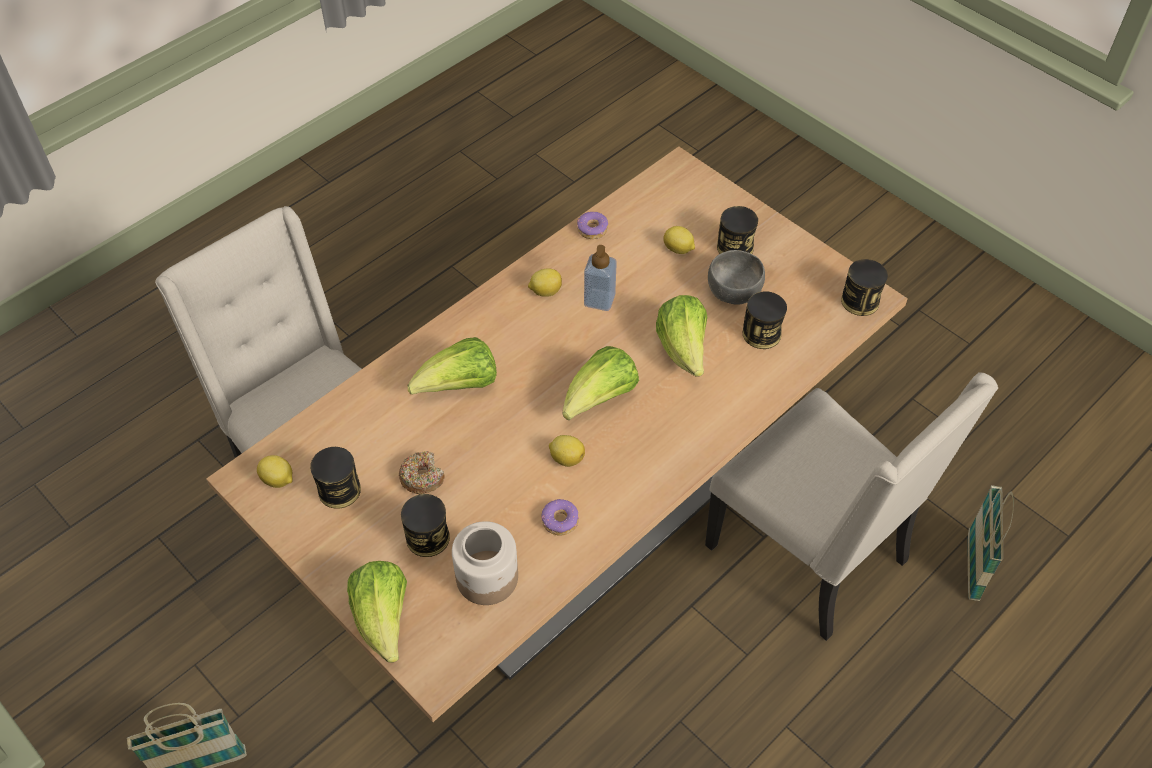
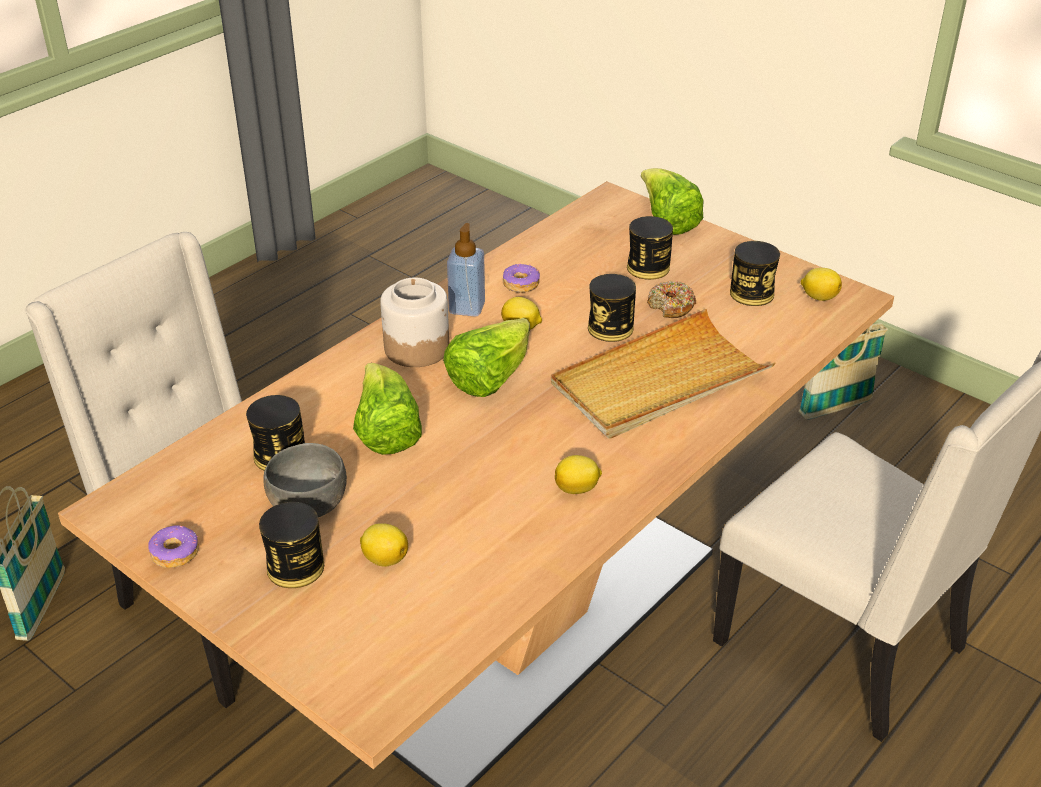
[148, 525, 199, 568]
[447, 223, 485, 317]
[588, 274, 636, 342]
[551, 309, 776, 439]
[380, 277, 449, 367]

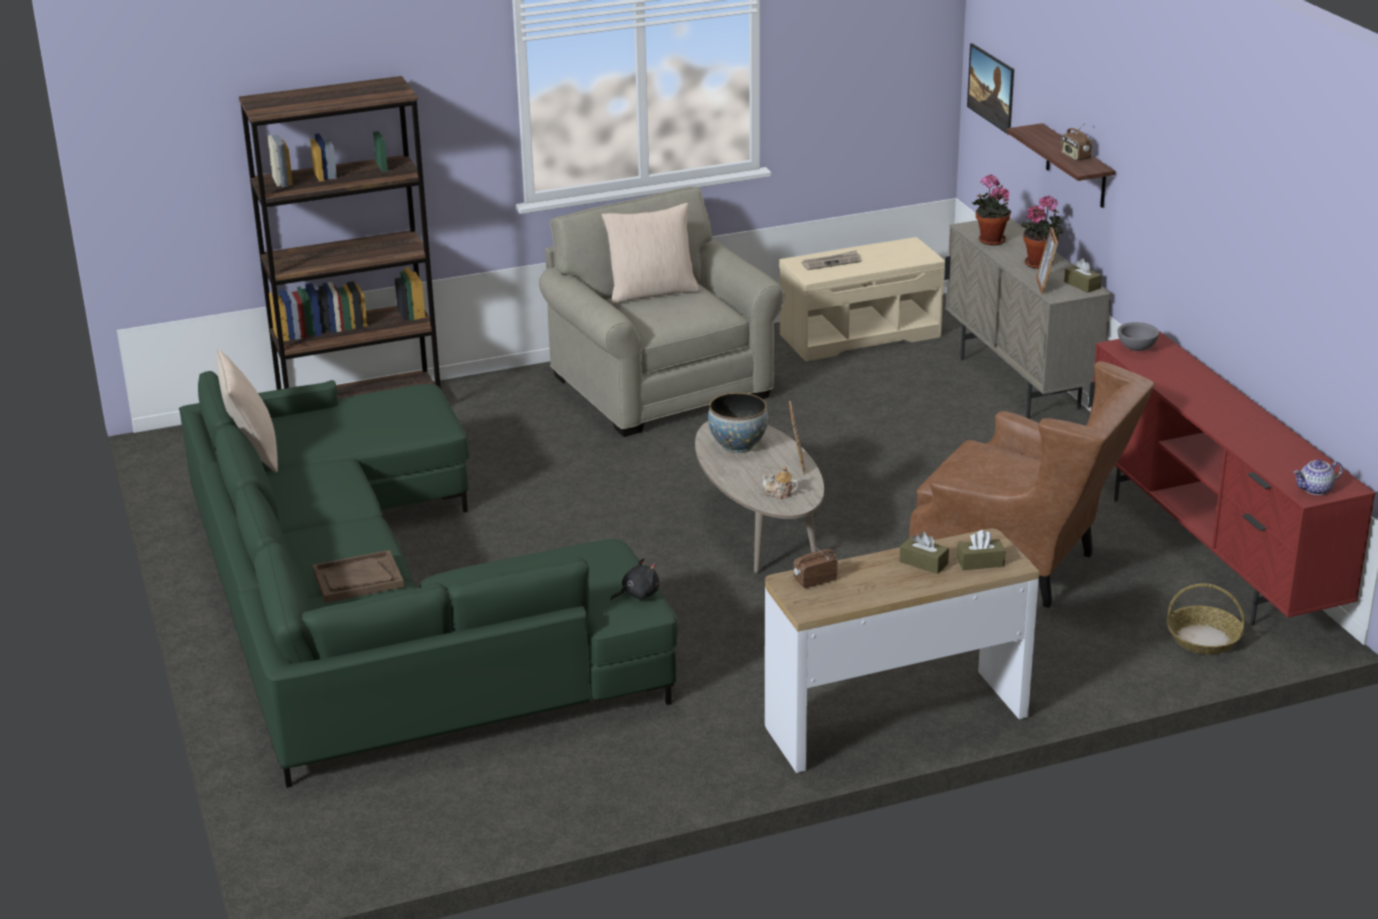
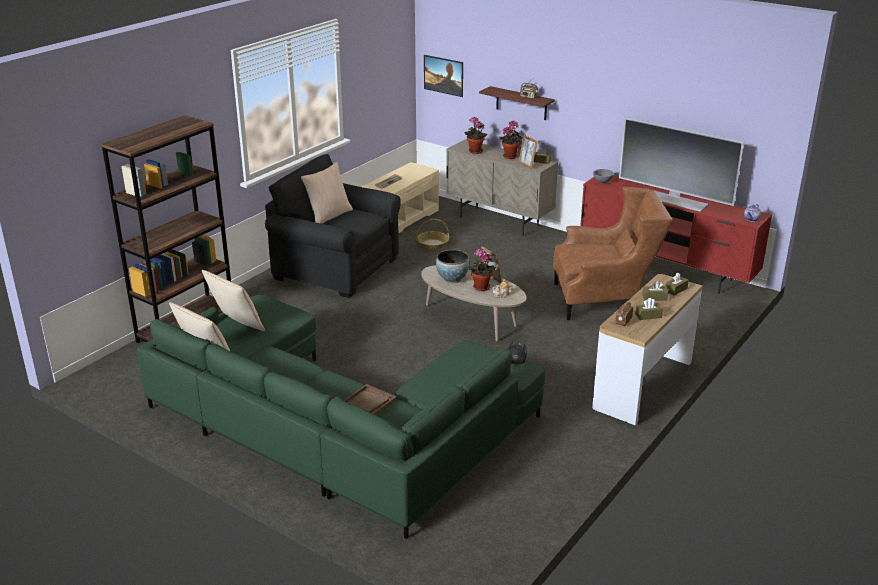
[265, 154, 401, 298]
[416, 219, 449, 250]
[619, 117, 744, 212]
[468, 249, 496, 291]
[202, 270, 265, 332]
[635, 298, 663, 320]

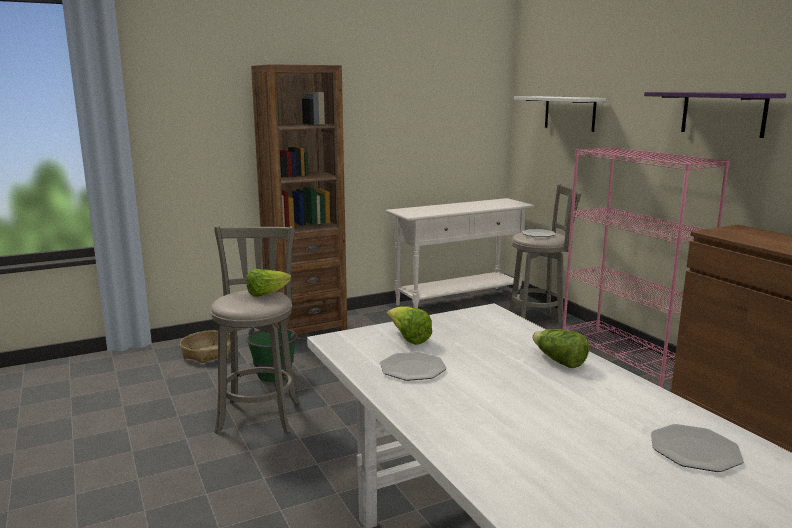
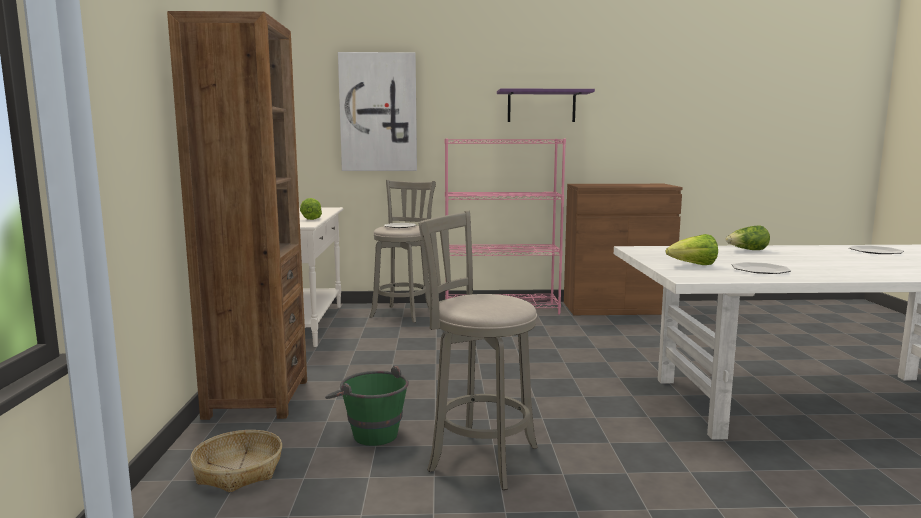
[338, 52, 417, 171]
[300, 198, 322, 220]

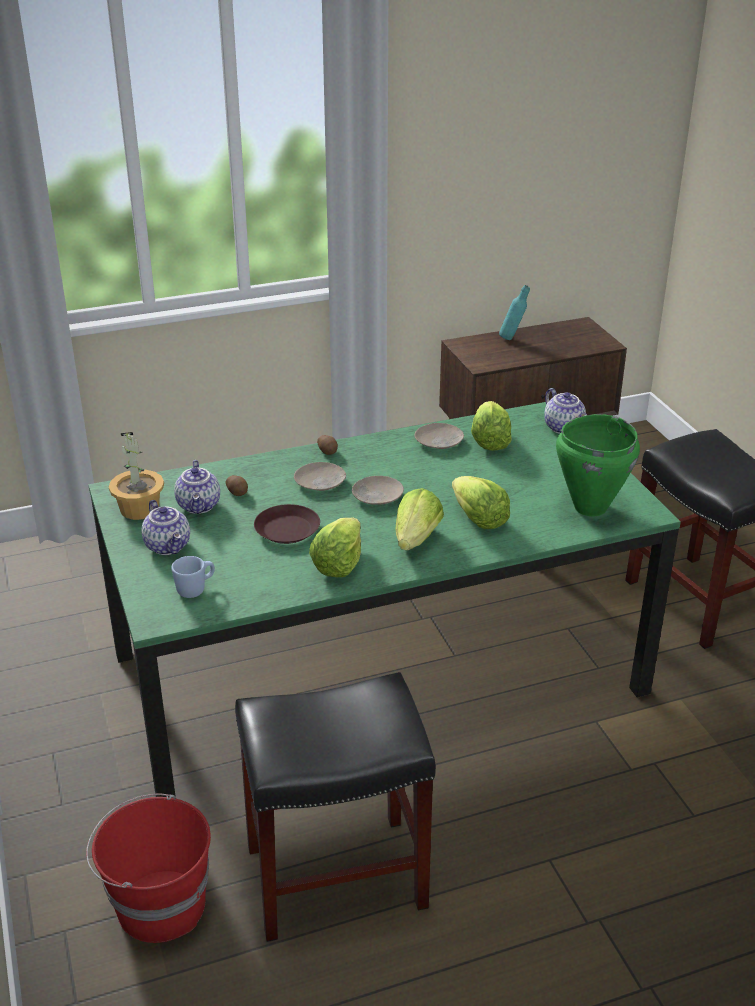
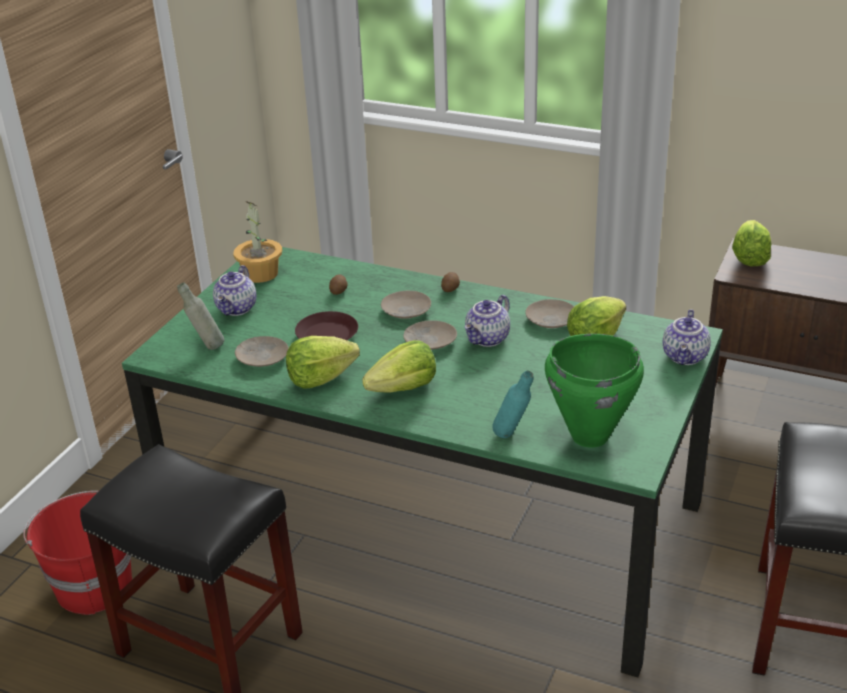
[492, 370, 534, 438]
[464, 295, 510, 347]
[732, 220, 771, 266]
[177, 282, 224, 350]
[235, 336, 289, 367]

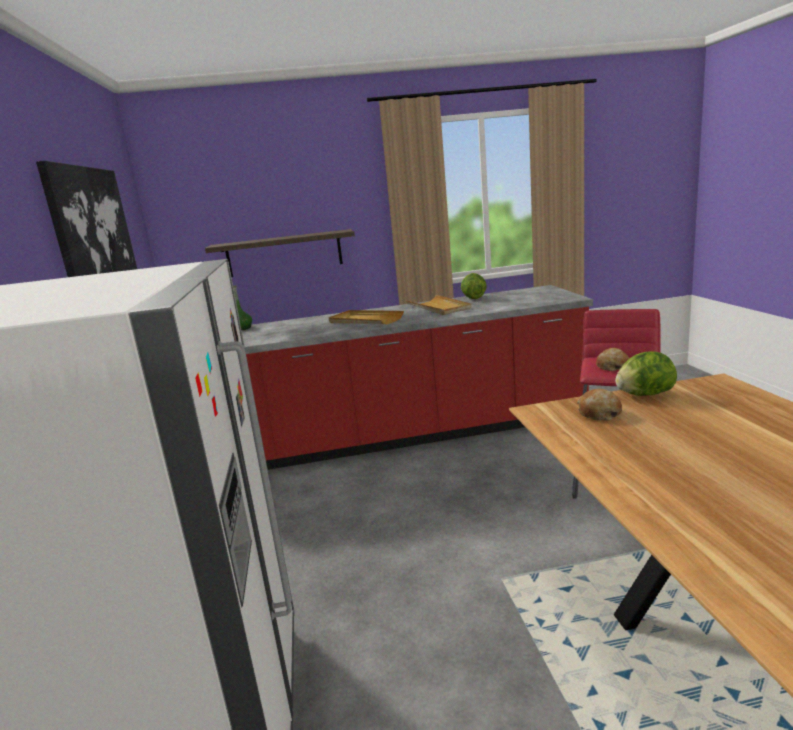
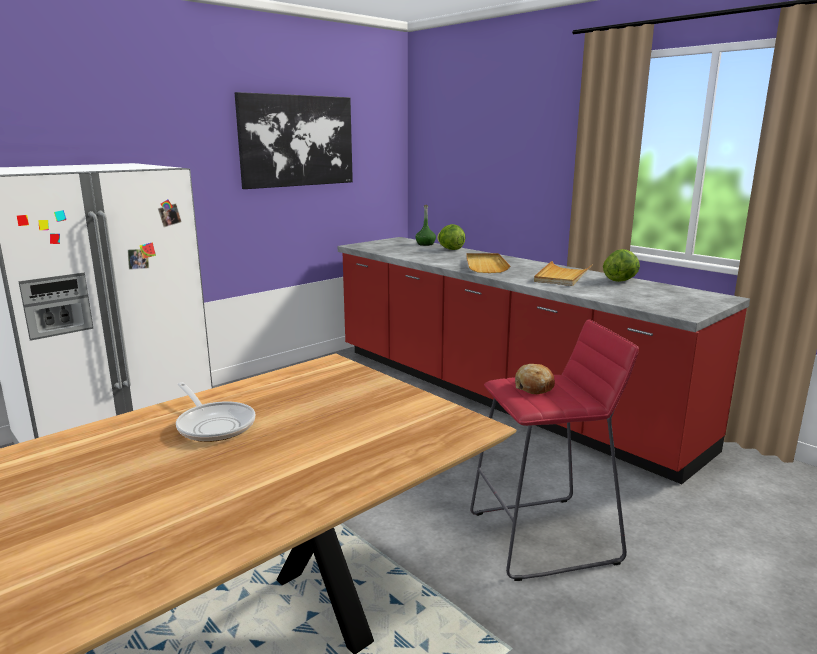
[205, 229, 355, 277] (first image)
[437, 224, 465, 250]
[577, 389, 622, 421] (first image)
[176, 382, 255, 442]

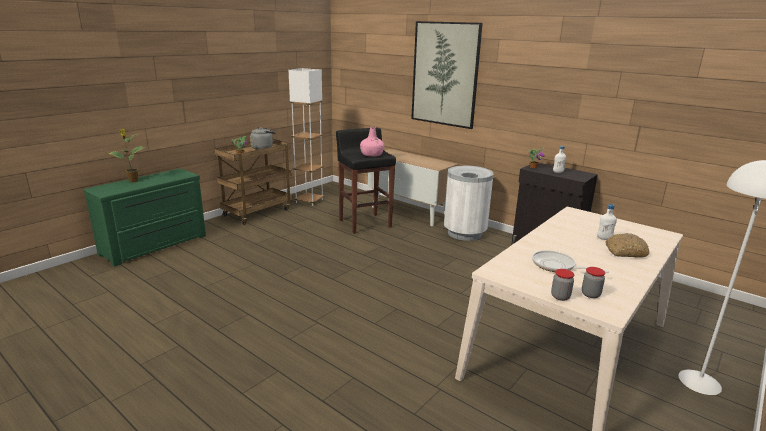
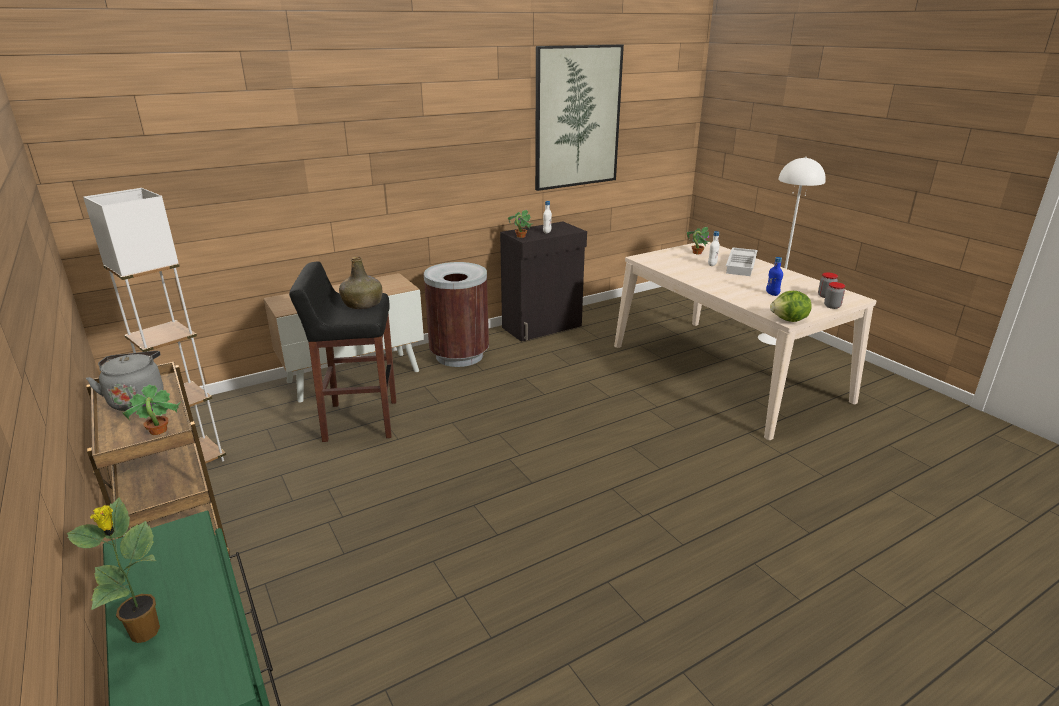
[535, 45, 624, 191]
[339, 256, 382, 309]
[424, 262, 489, 367]
[726, 247, 758, 276]
[766, 257, 783, 296]
[687, 227, 710, 254]
[770, 291, 812, 322]

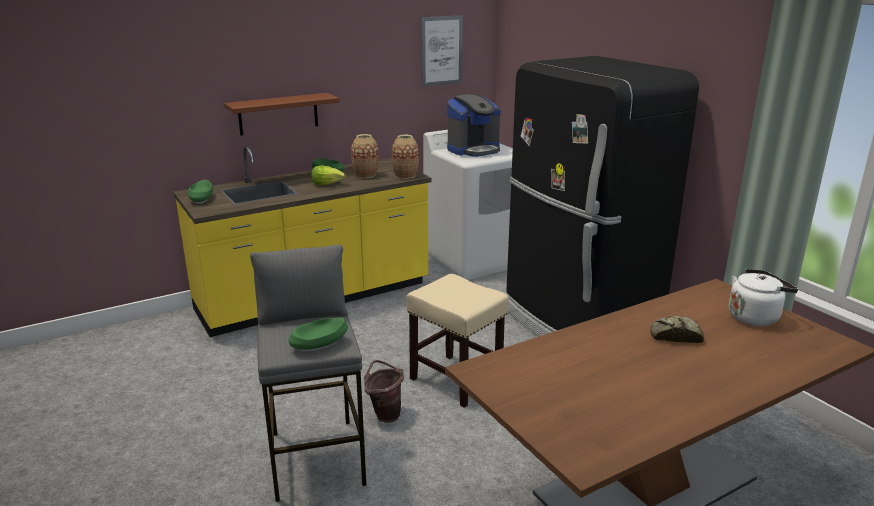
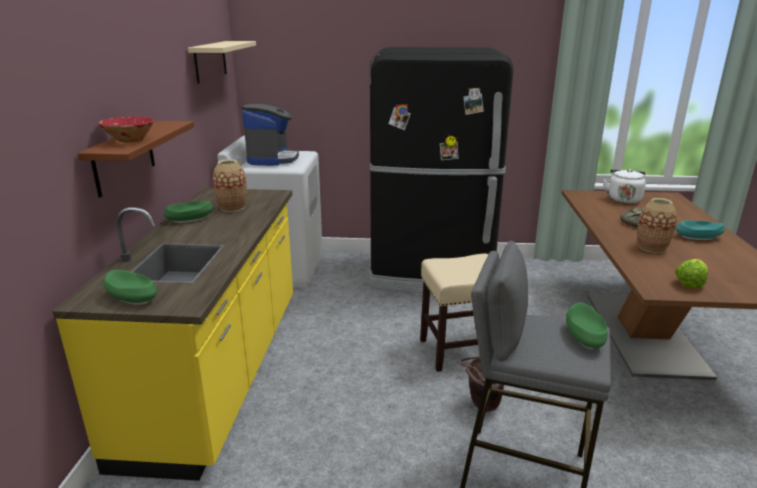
[188, 41, 256, 84]
[637, 198, 677, 253]
[675, 259, 708, 288]
[98, 116, 154, 143]
[676, 220, 725, 240]

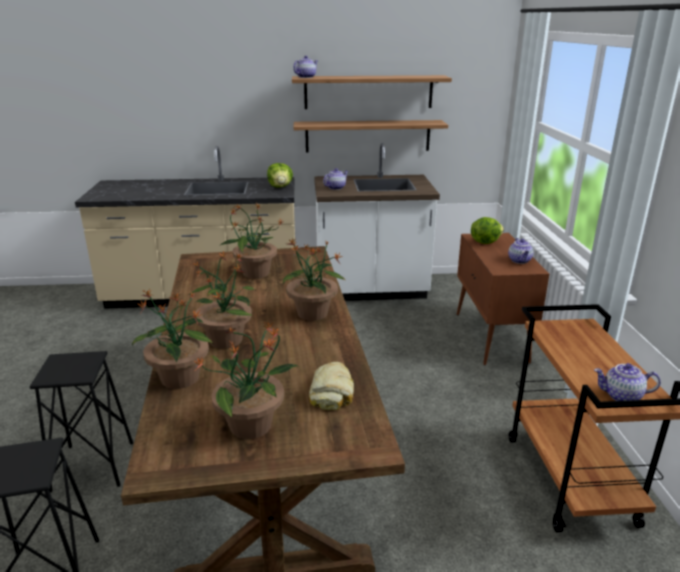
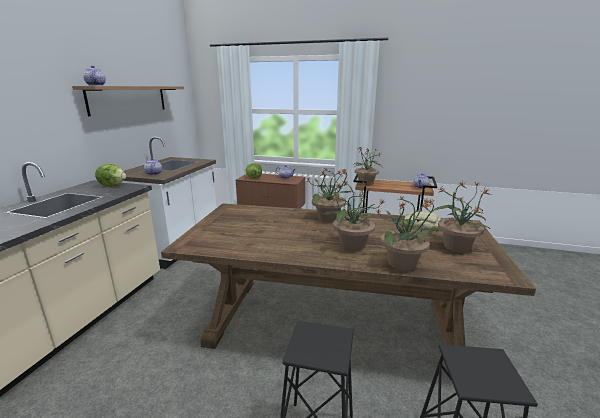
[294, 120, 448, 153] (first image)
[353, 148, 381, 186]

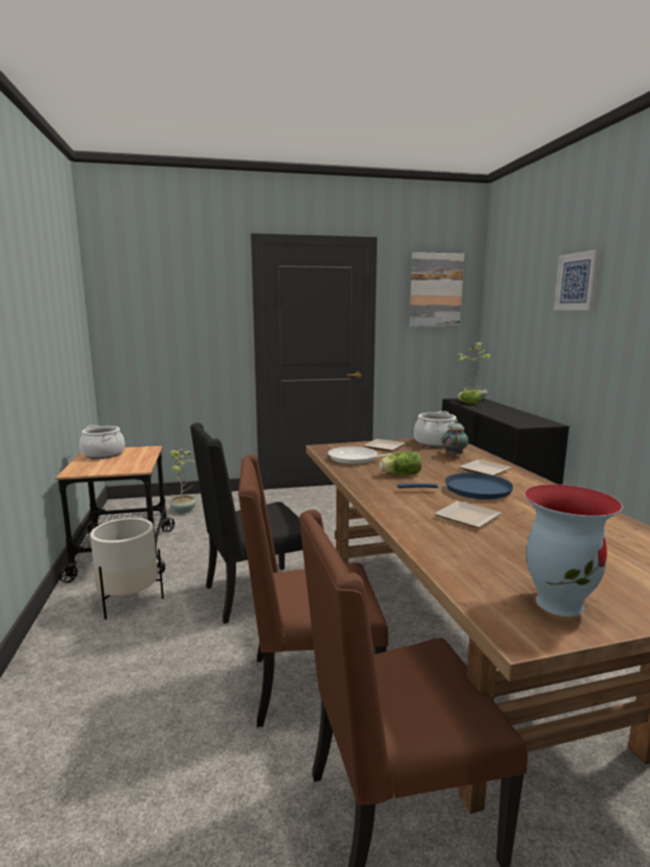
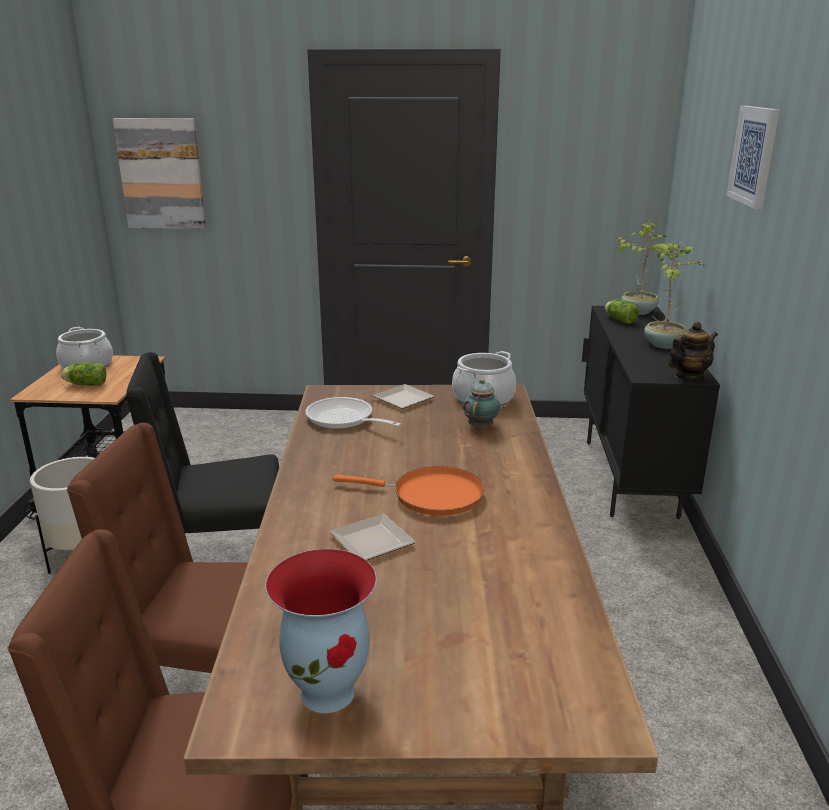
[113, 118, 206, 229]
[644, 242, 706, 349]
[61, 362, 106, 386]
[459, 459, 512, 476] (first image)
[333, 466, 485, 516]
[668, 322, 718, 380]

